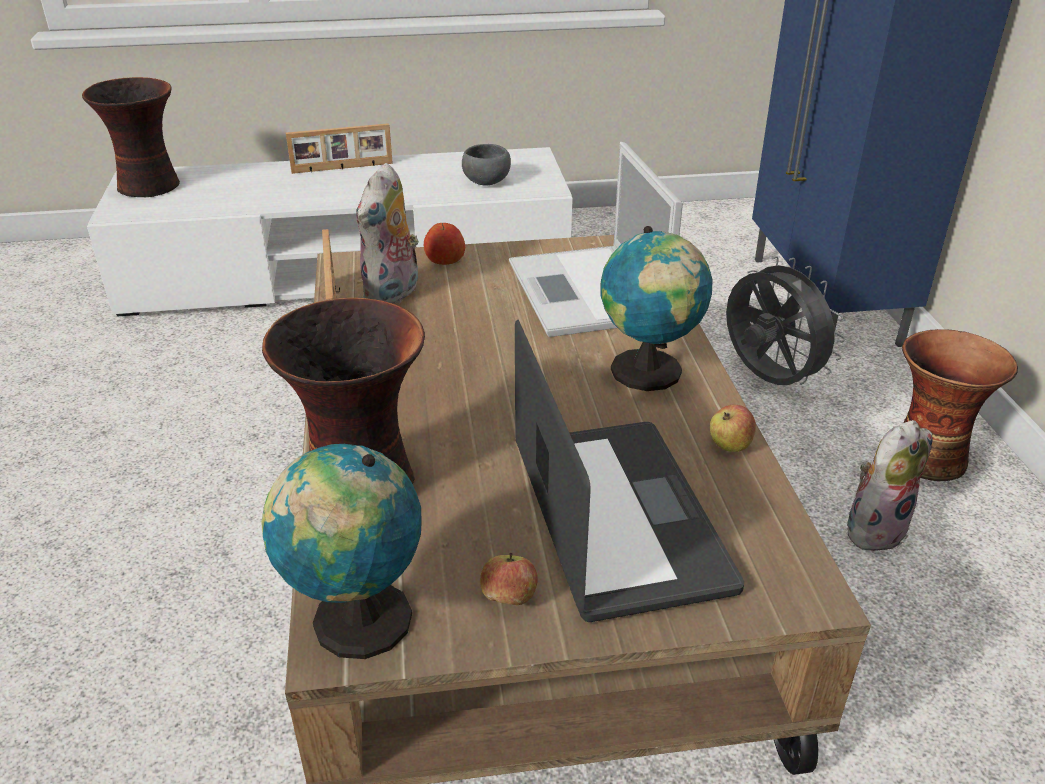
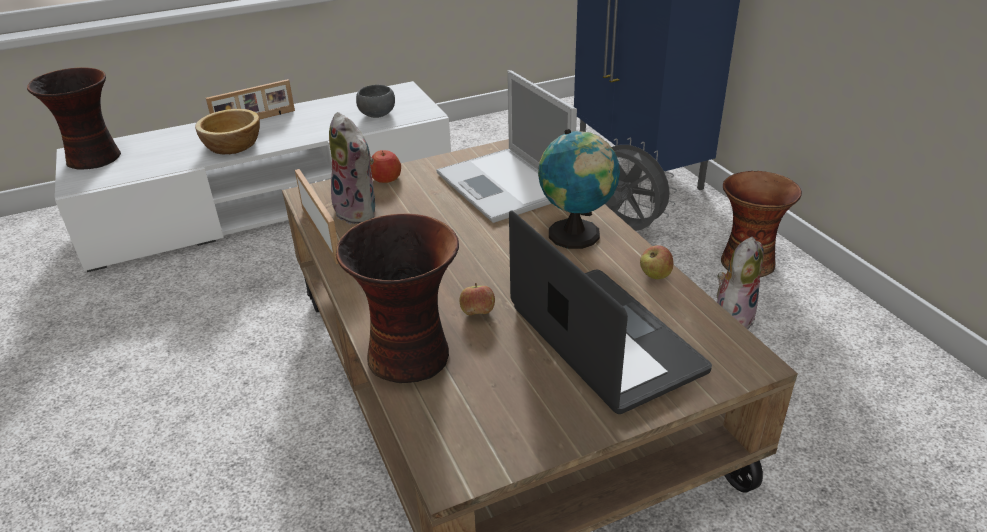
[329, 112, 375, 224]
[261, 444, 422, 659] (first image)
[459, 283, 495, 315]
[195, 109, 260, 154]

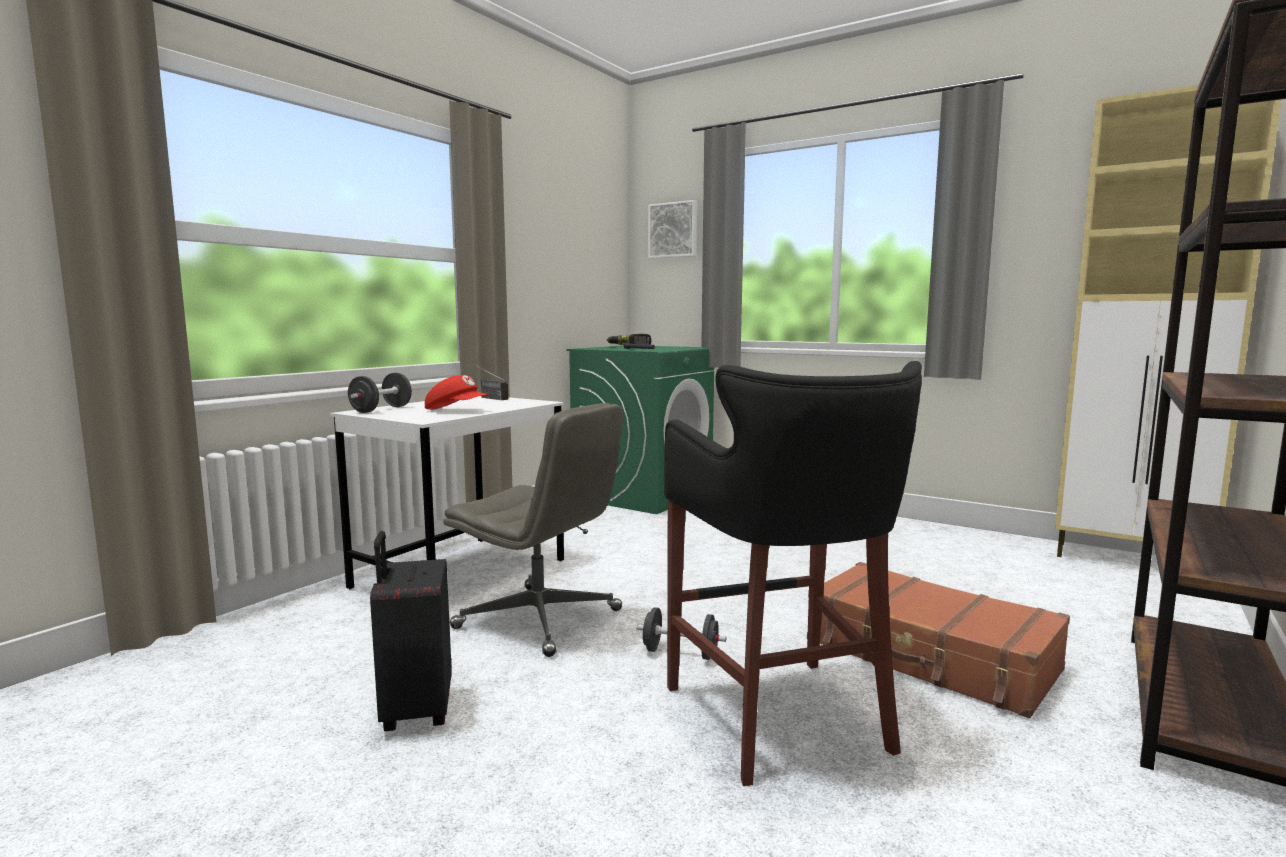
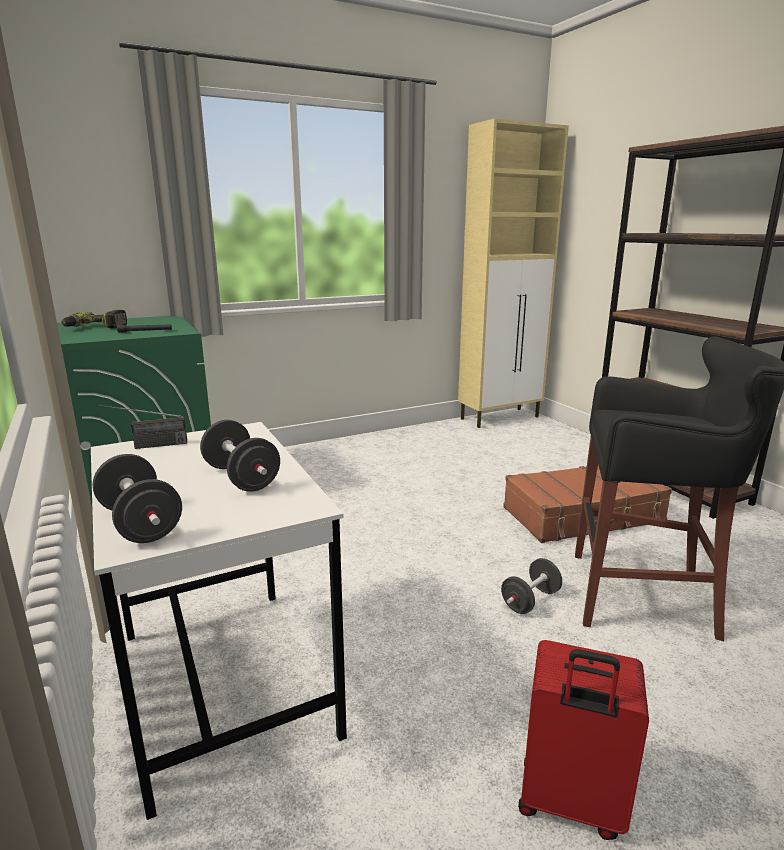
[648, 200, 697, 259] (first image)
[200, 420, 280, 492]
[443, 403, 623, 657] (first image)
[518, 640, 649, 840]

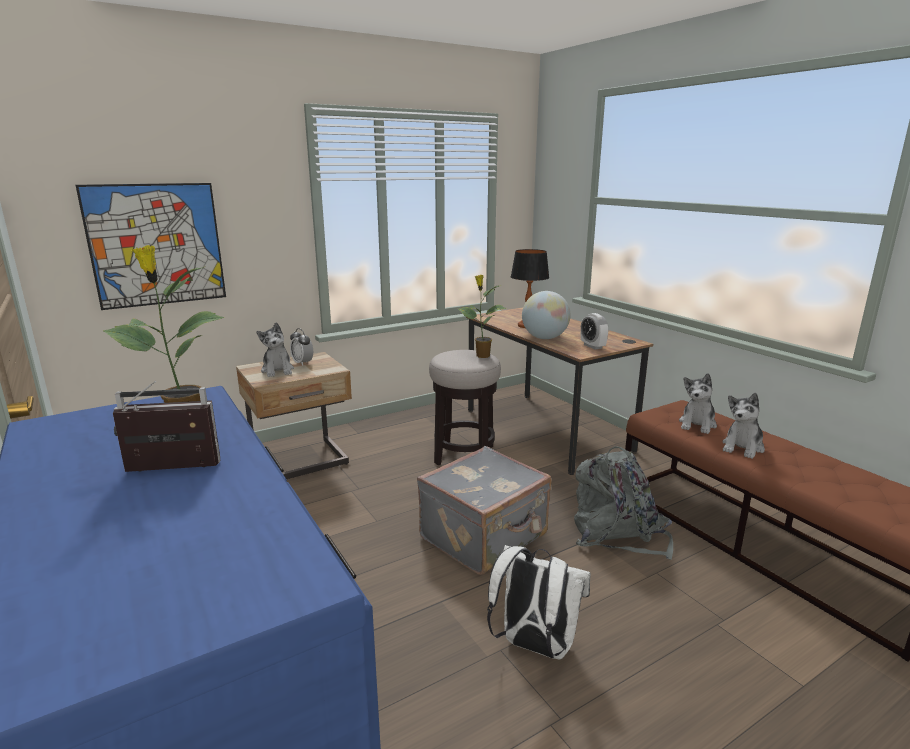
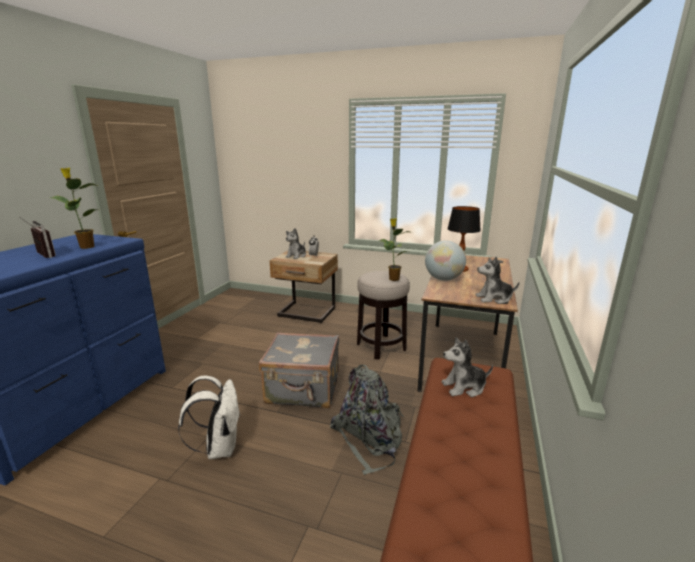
[76, 183, 226, 310] (first image)
[581, 313, 608, 349] (first image)
[476, 257, 520, 304]

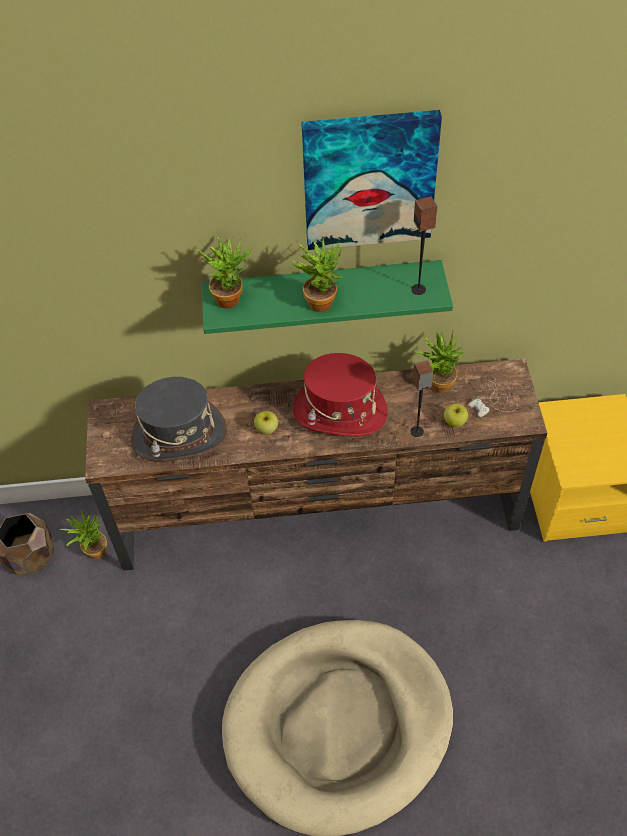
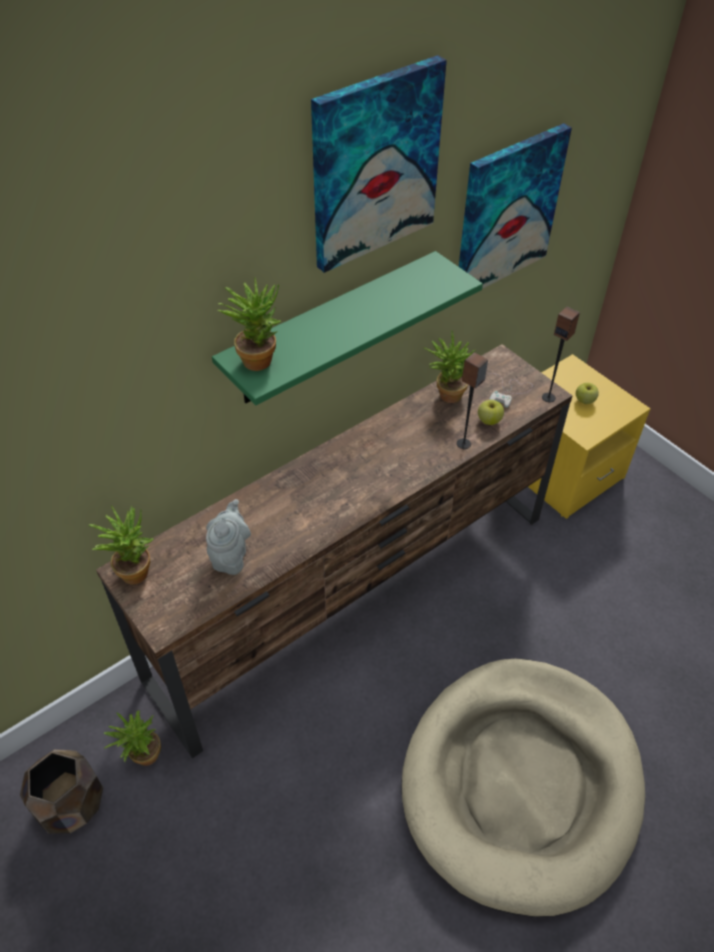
[542, 307, 580, 402]
[89, 505, 154, 585]
[293, 353, 388, 436] (first image)
[206, 499, 251, 575]
[576, 383, 599, 404]
[459, 123, 572, 289]

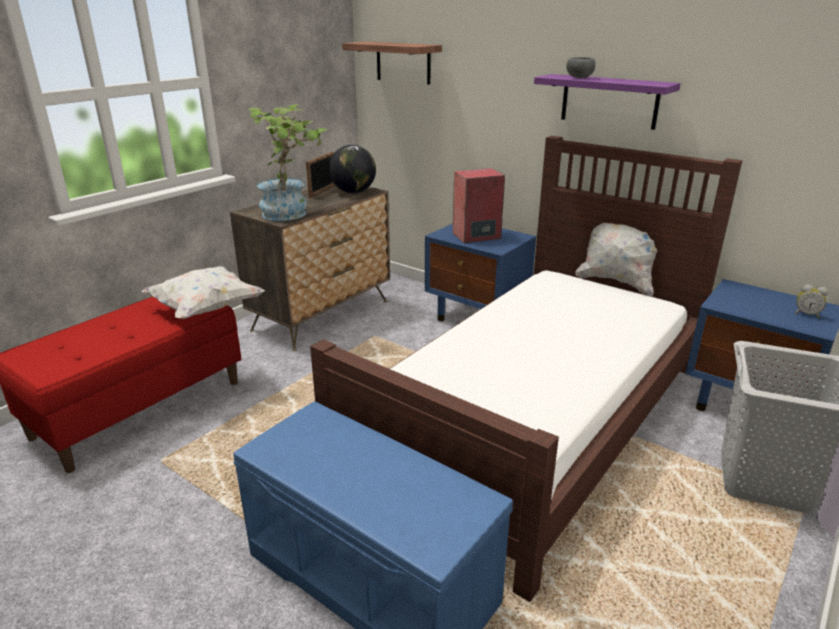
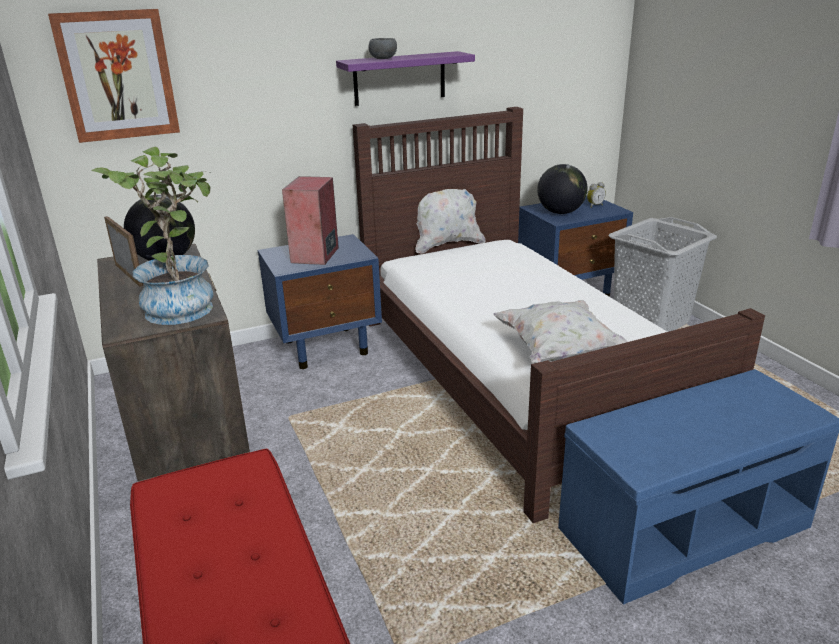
[48, 9, 180, 143]
[493, 300, 628, 363]
[537, 164, 587, 214]

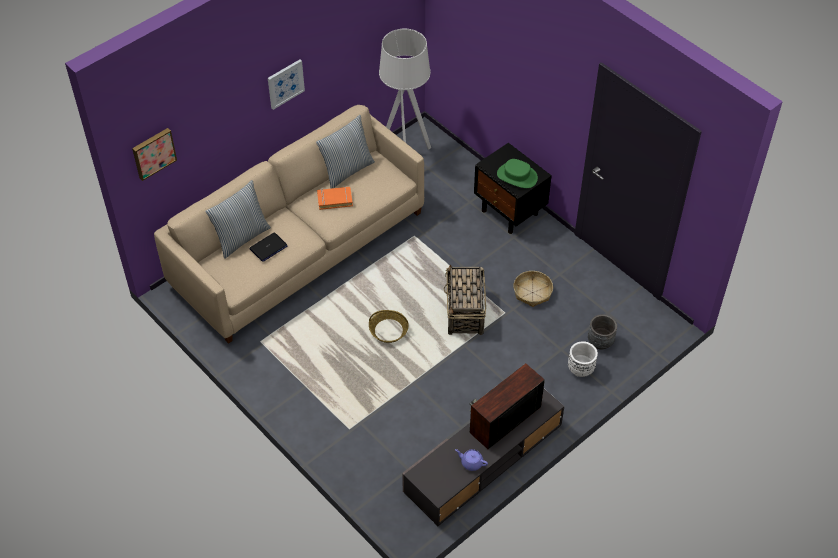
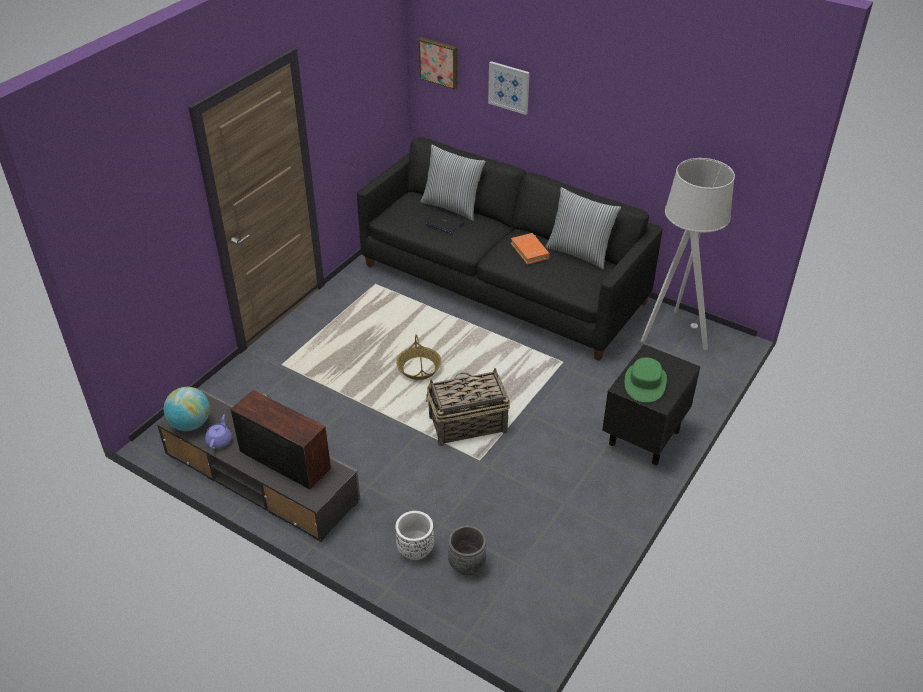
[488, 61, 530, 115]
[357, 138, 662, 361]
[513, 271, 553, 307] (first image)
[164, 387, 210, 431]

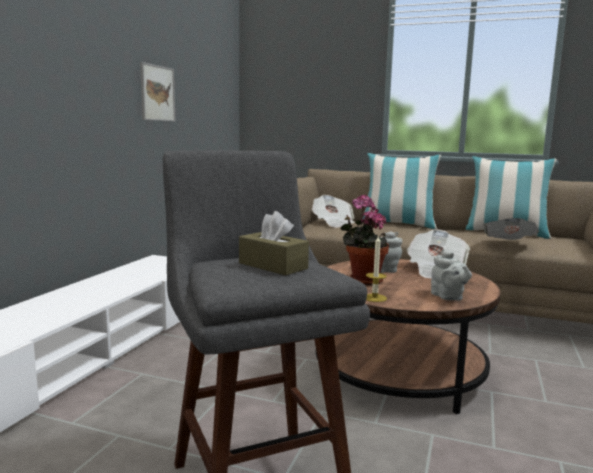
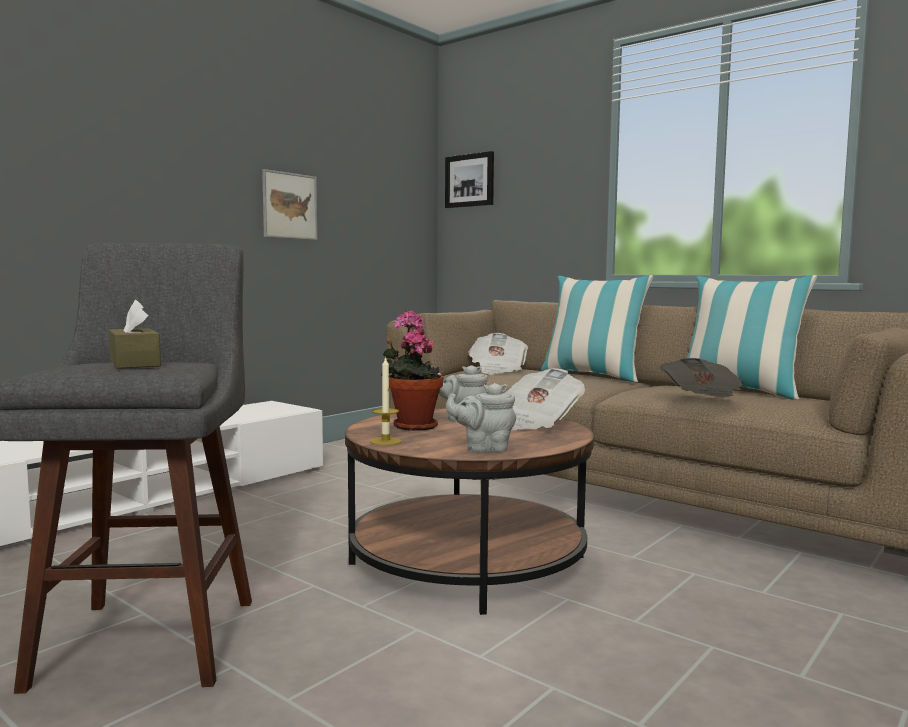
[446, 383, 516, 452]
[445, 151, 494, 208]

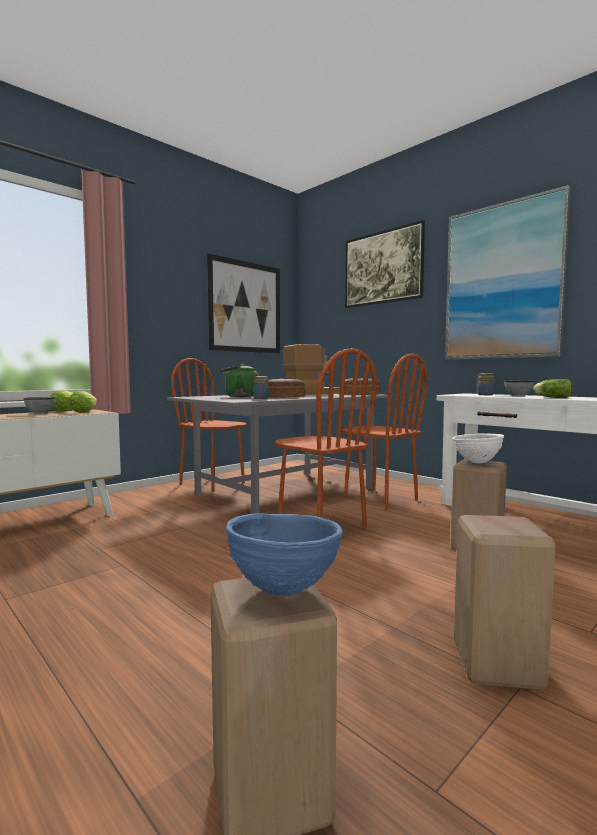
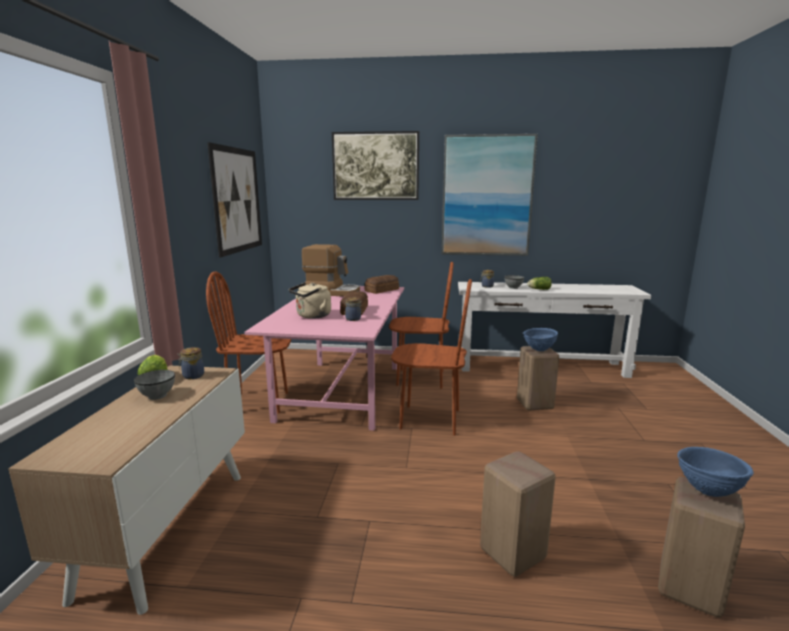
[302, 244, 360, 297]
[289, 283, 331, 319]
[177, 347, 204, 379]
[244, 286, 404, 431]
[523, 328, 558, 351]
[480, 451, 556, 577]

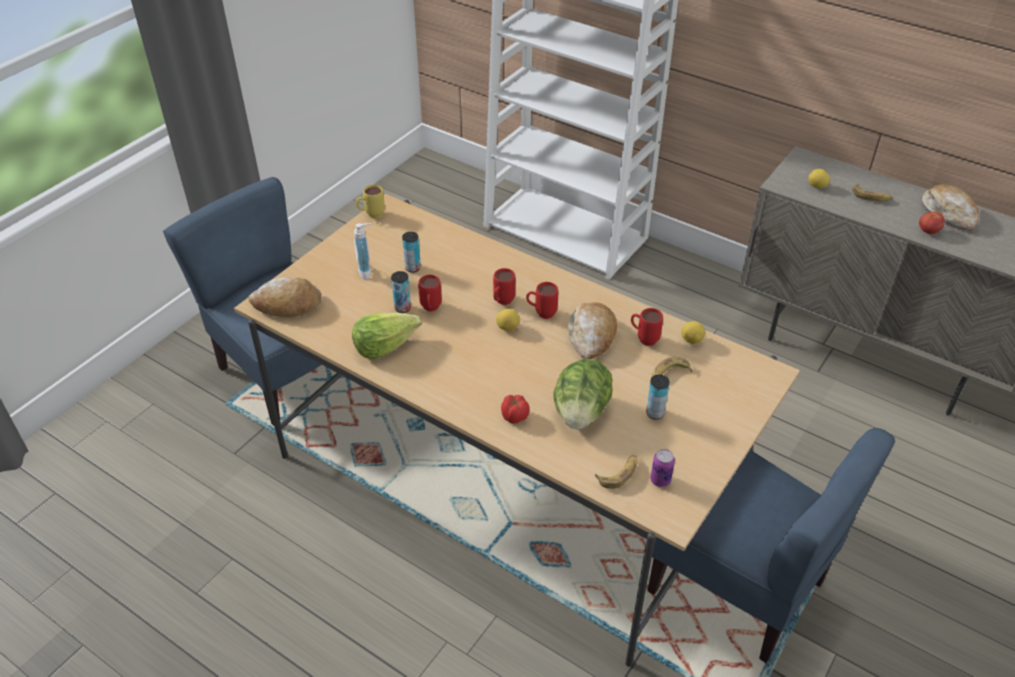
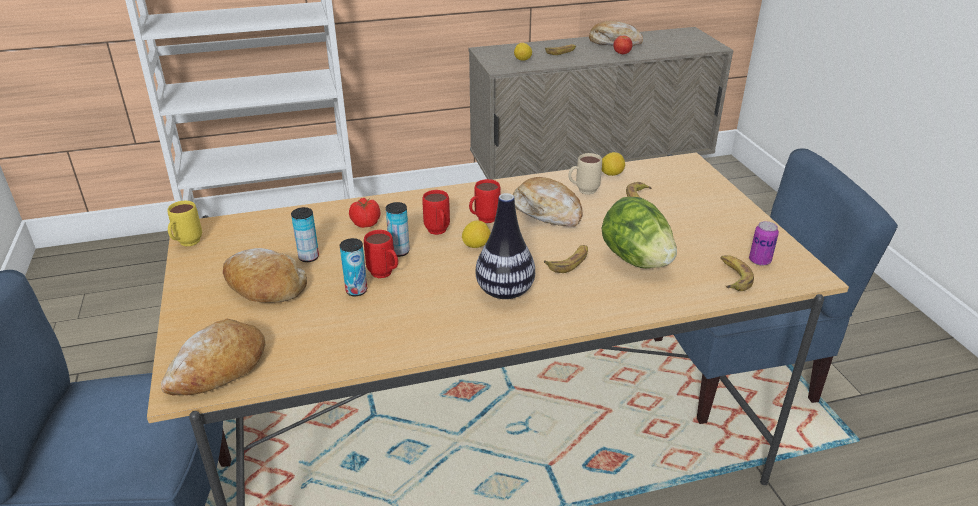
[223, 248, 307, 303]
[569, 153, 602, 195]
[352, 312, 421, 359] (first image)
[386, 202, 410, 257]
[349, 198, 380, 228]
[475, 193, 535, 299]
[544, 245, 588, 273]

